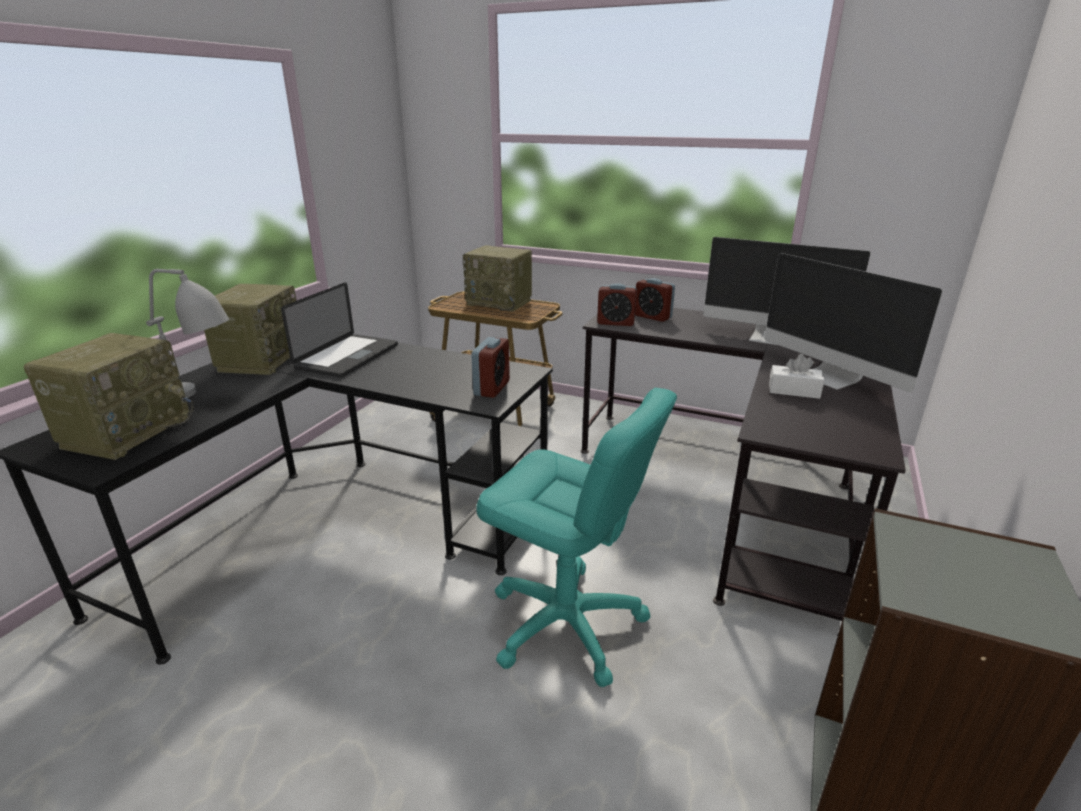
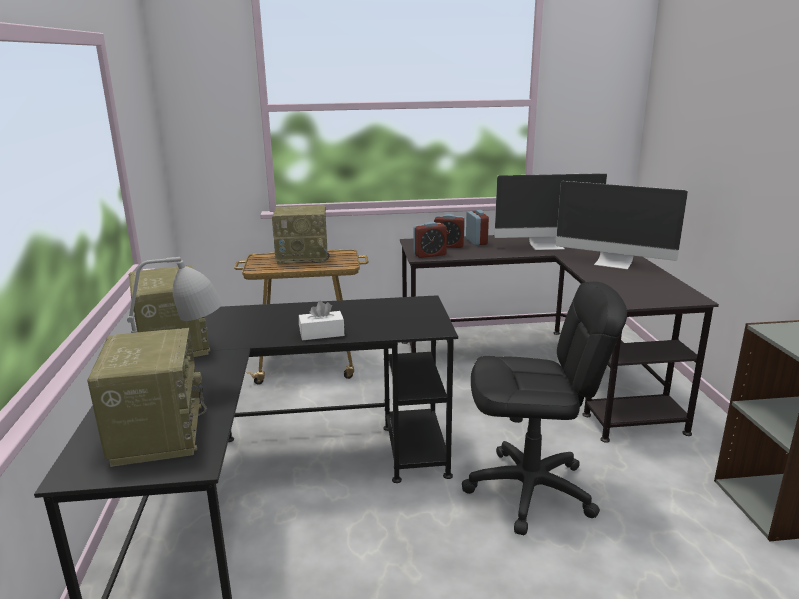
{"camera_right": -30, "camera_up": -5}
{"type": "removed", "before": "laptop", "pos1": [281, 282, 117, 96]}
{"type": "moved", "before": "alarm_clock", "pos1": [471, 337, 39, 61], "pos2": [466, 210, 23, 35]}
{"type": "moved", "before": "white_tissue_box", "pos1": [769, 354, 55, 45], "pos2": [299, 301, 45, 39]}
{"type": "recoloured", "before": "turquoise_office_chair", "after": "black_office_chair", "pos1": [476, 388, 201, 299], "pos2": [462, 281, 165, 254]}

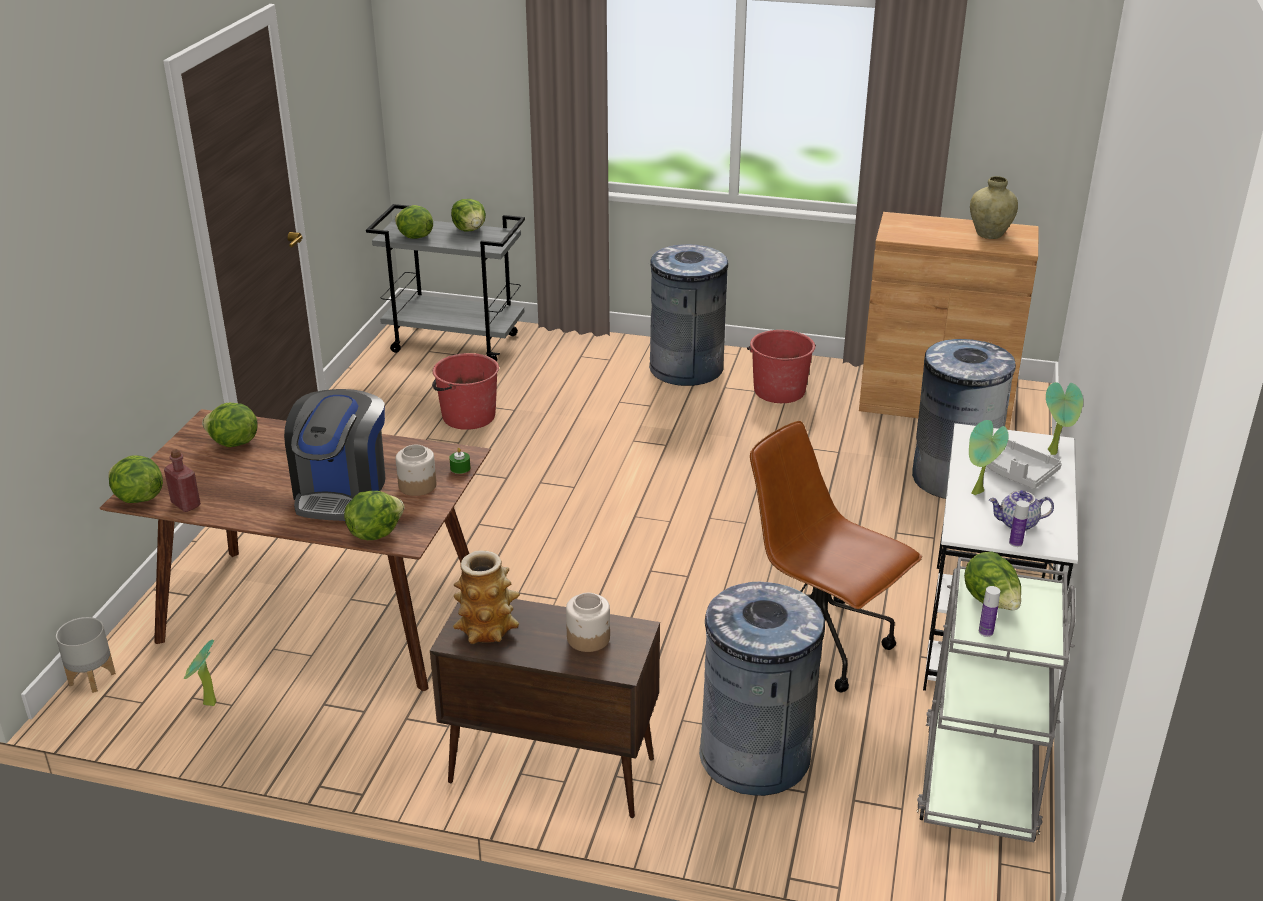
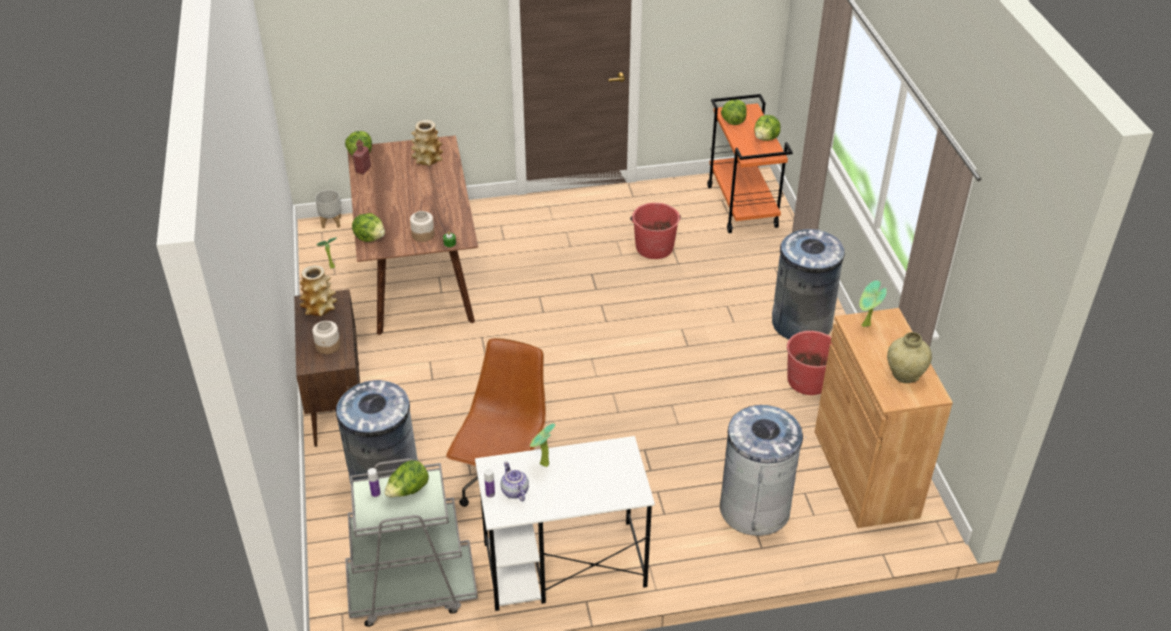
{"camera_right": 65, "camera_up": 10}
{"type": "removed", "before": "coffee_machine", "pos1": [284, 389, 101, 132]}
{"type": "removed", "before": "grey_tray", "pos1": [986, 439, 76, 50]}
{"type": "moved", "before": "potted_plant", "pos1": [1046, 382, 37, 73], "pos2": [859, 280, 28, 47]}
{"type": "replaced", "before": "lettuce", "after": "vase", "pos1": [202, 403, 56, 44], "pos2": [411, 120, 32, 46]}
{"type": "recoloured", "before": "grey_cart", "after": "orange_cart", "pos1": [366, 204, 159, 158], "pos2": [707, 94, 86, 139]}

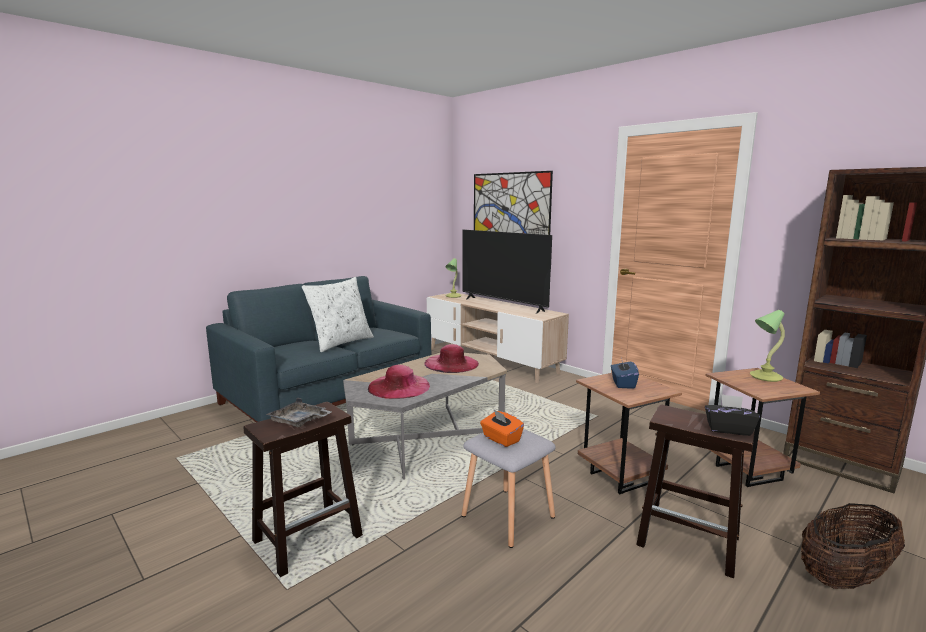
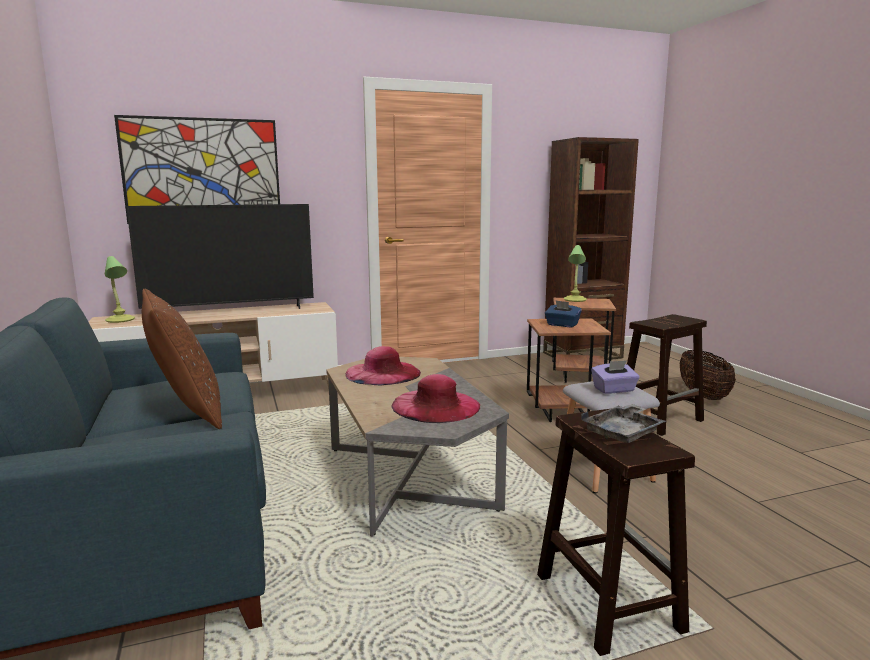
{"camera_right": -65, "camera_up": 0}
{"type": "removed", "before": "black_tissue_box", "pos1": [705, 394, 55, 42]}
{"type": "recoloured", "before": "white_pillow", "after": "brown_pillow", "pos1": [302, 277, 72, 75], "pos2": [142, 288, 80, 141]}
{"type": "recoloured", "before": "orange_tissue_box", "after": "purple_tissue_box", "pos1": [480, 410, 44, 37], "pos2": [591, 360, 49, 34]}

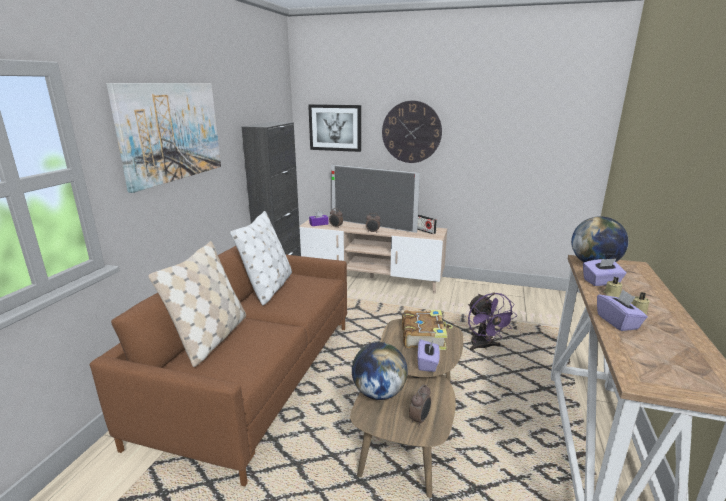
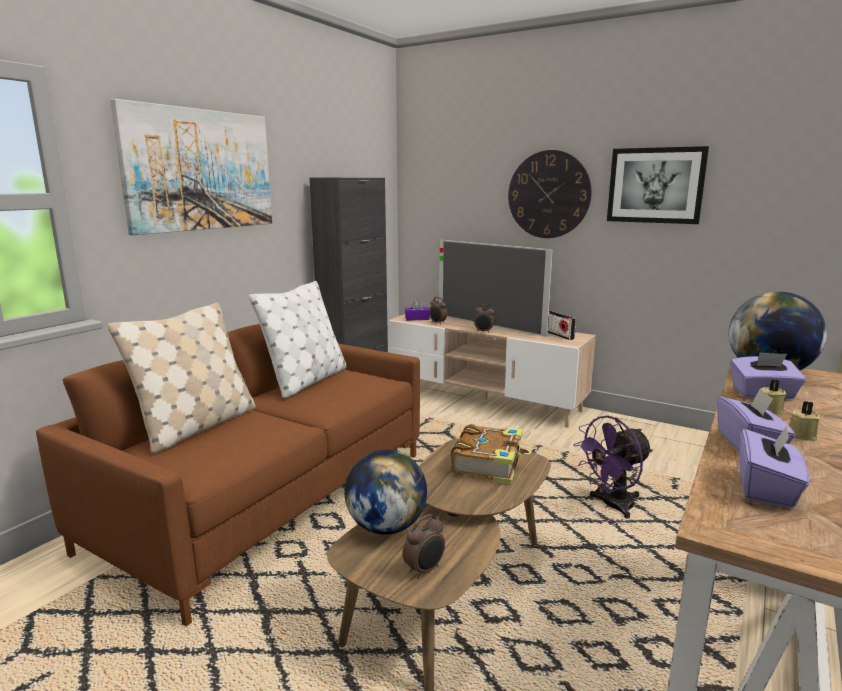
{"camera_right": 15, "camera_up": -5}
{"type": "moved", "before": "picture", "pos1": [308, 104, 53, 48], "pos2": [607, 146, 102, 78]}
{"type": "moved", "before": "purple_tissue_box", "pos1": [417, 339, 23, 33], "pos2": [739, 426, 70, 82]}
{"type": "turned", "before": "purple_fan", "pos1": [468, 293, 50, 58], "pos2": [574, 416, 79, 103], "turn": 60}

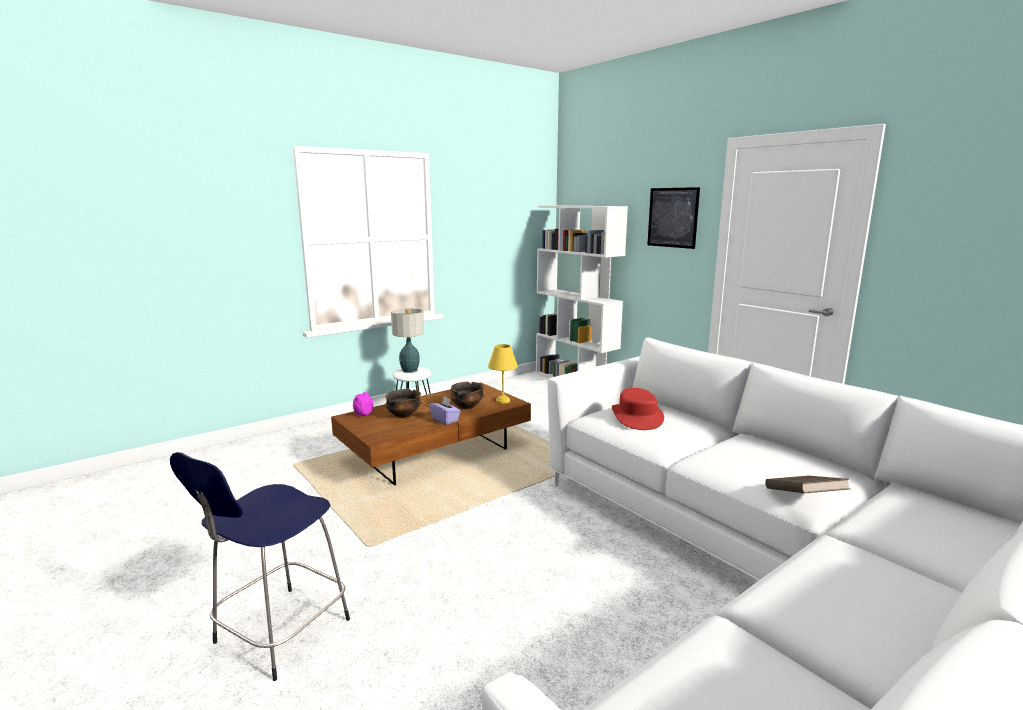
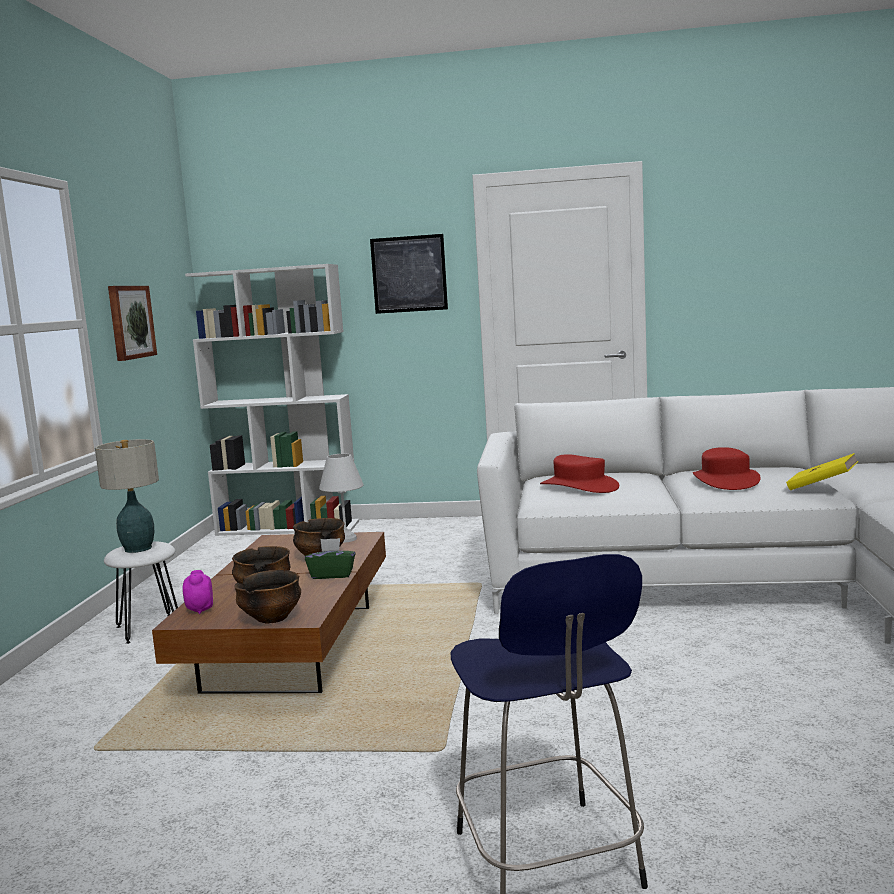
{"camera_right": -45, "camera_up": -5}
{"type": "added", "after": "picture", "pos2": [108, 286, 49, 75]}
{"type": "added", "after": "bowl", "pos2": [235, 570, 66, 54]}
{"type": "added", "after": "red_hat", "pos2": [693, 447, 68, 43]}
{"type": "recoloured", "before": "purple_tissue_box", "after": "green_tissue_box", "pos1": [429, 397, 32, 28], "pos2": [305, 538, 51, 41]}
{"type": "recoloured", "before": "yellow_table_lamp", "after": "white_table_lamp", "pos1": [488, 344, 30, 59], "pos2": [319, 454, 45, 89]}
{"type": "recoloured", "before": "brown_book", "after": "yellow_book", "pos1": [765, 476, 85, 17], "pos2": [786, 453, 73, 37]}

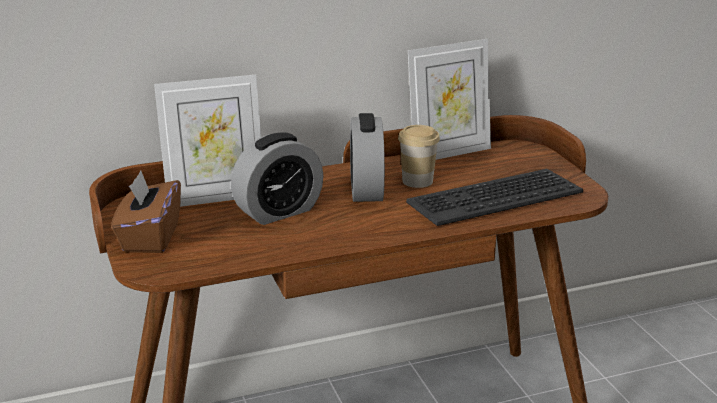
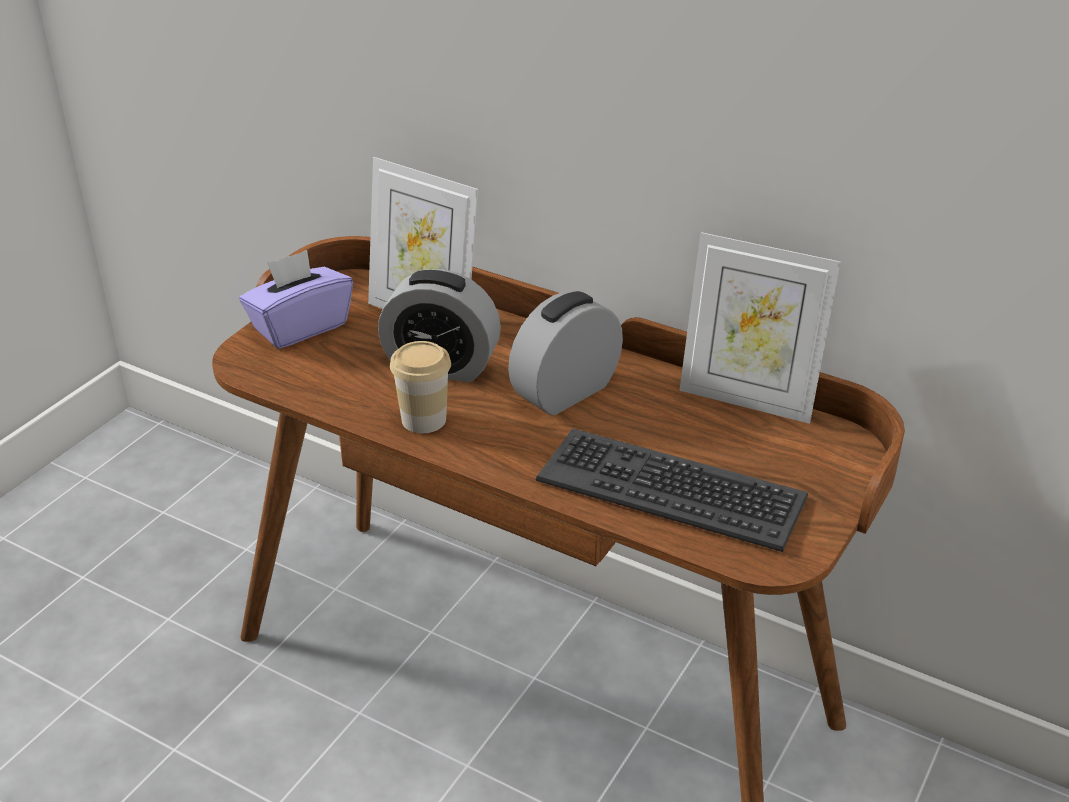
{"camera_right": 50, "camera_up": 10}
{"type": "moved", "before": "cup", "pos1": [398, 125, 42, 63], "pos2": [390, 341, 61, 92]}
{"type": "recoloured", "before": "brown_tissue_box", "after": "purple_tissue_box", "pos1": [111, 171, 70, 82], "pos2": [239, 250, 114, 99]}

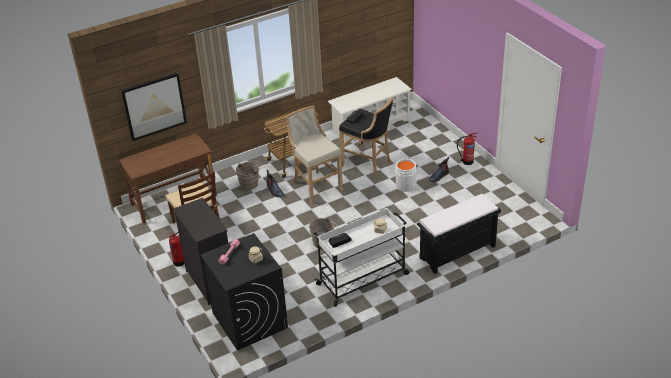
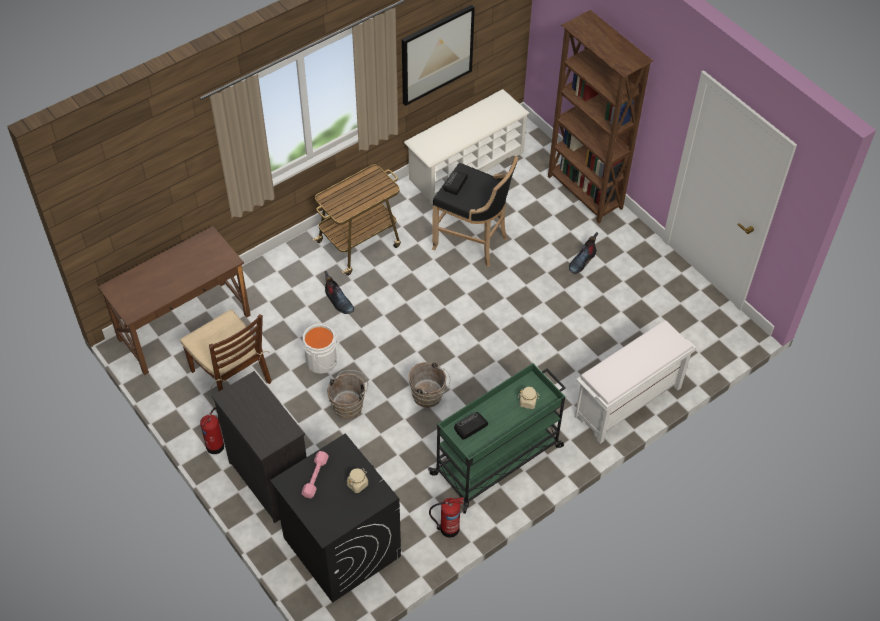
{"camera_right": -10, "camera_up": 15}
{"type": "removed", "before": "beige_stool", "pos1": [286, 106, 57, 98]}
{"type": "added", "after": "brown_bookcase", "pos2": [548, 10, 105, 214]}
{"type": "moved", "before": "picture", "pos1": [121, 73, 66, 68], "pos2": [402, 5, 73, 101]}
{"type": "moved", "before": "brown_bucket", "pos1": [236, 160, 25, 30], "pos2": [327, 370, 41, 49]}
{"type": "moved", "before": "white_bucket", "pos1": [395, 159, 23, 33], "pos2": [303, 324, 37, 50]}
{"type": "moved", "before": "fire_extinguisher", "pos1": [457, 133, 20, 32], "pos2": [429, 497, 35, 41]}
{"type": "recoloured", "before": "white_cart", "after": "green_cart", "pos1": [315, 208, 94, 99], "pos2": [428, 363, 138, 151]}
{"type": "recoloured", "before": "black_bench", "after": "white_bench", "pos1": [417, 194, 84, 80], "pos2": [574, 320, 122, 124]}

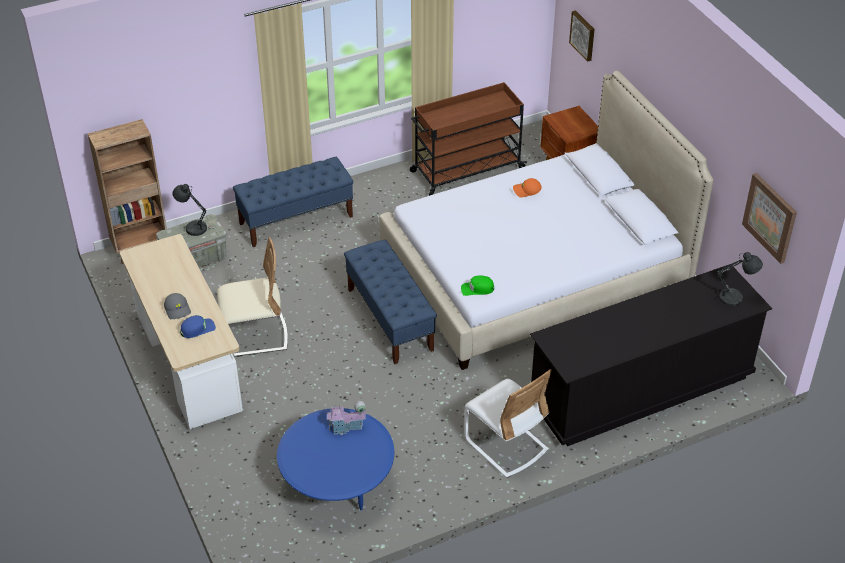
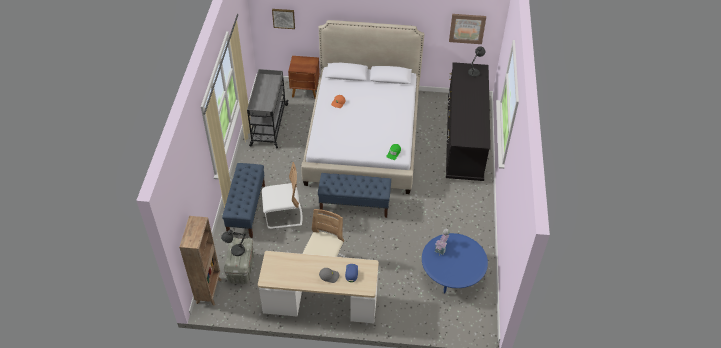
{"camera_right": -60, "camera_up": 5}
{"type": "moved", "before": "white_chair", "pos1": [465, 369, 86, 109], "pos2": [262, 162, 41, 67]}
{"type": "recoloured", "before": "brown_cart", "after": "grey_cart", "pos1": [410, 82, 117, 114], "pos2": [247, 69, 42, 79]}

